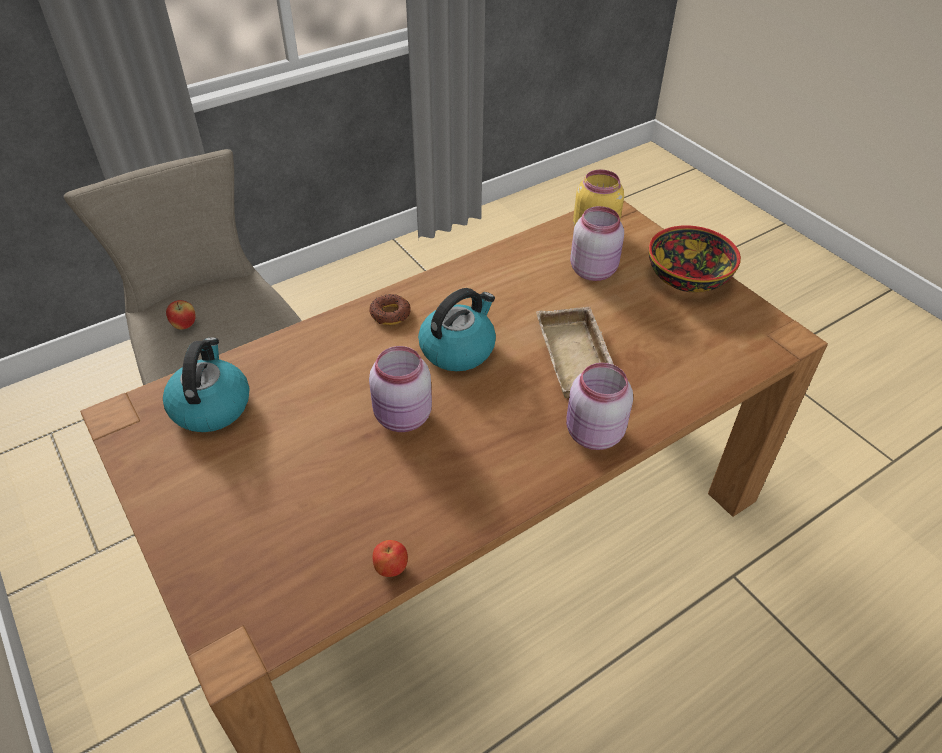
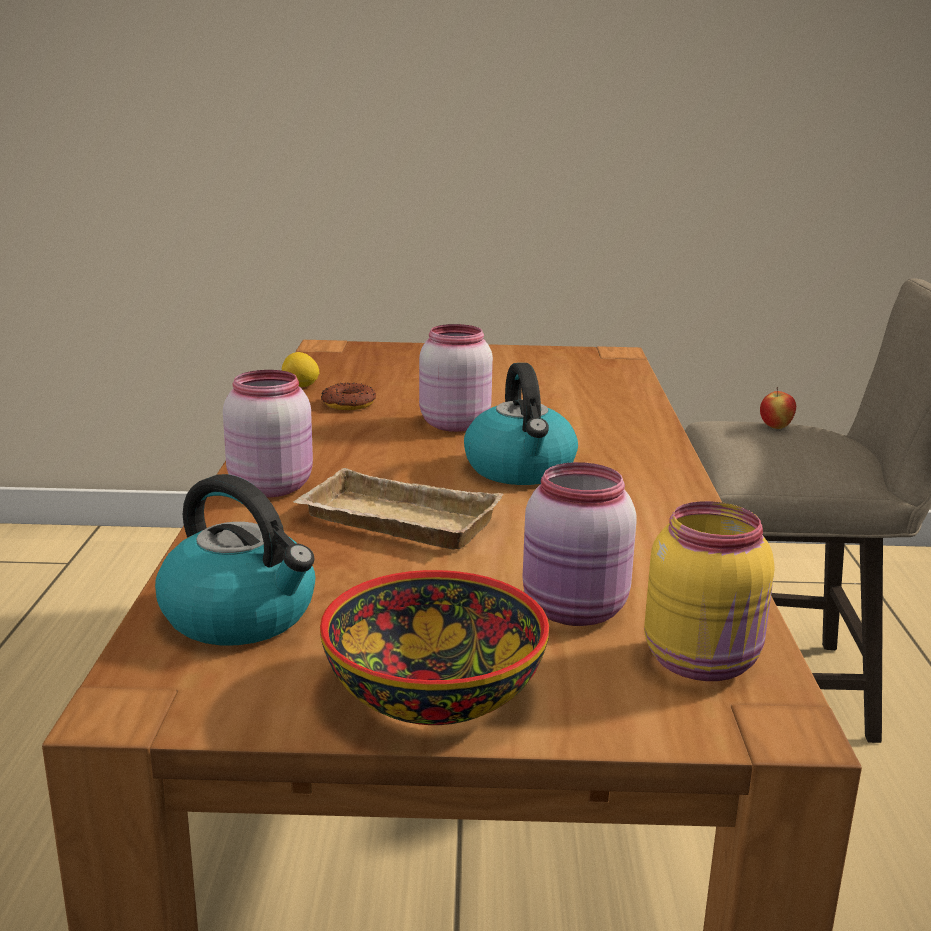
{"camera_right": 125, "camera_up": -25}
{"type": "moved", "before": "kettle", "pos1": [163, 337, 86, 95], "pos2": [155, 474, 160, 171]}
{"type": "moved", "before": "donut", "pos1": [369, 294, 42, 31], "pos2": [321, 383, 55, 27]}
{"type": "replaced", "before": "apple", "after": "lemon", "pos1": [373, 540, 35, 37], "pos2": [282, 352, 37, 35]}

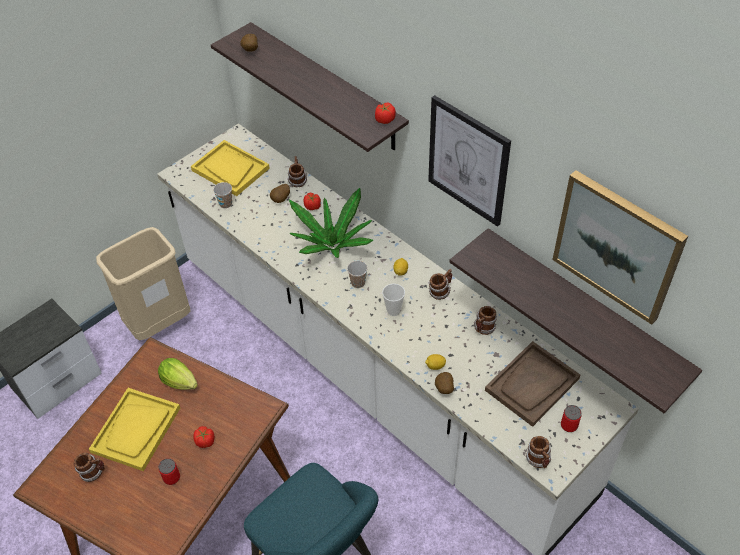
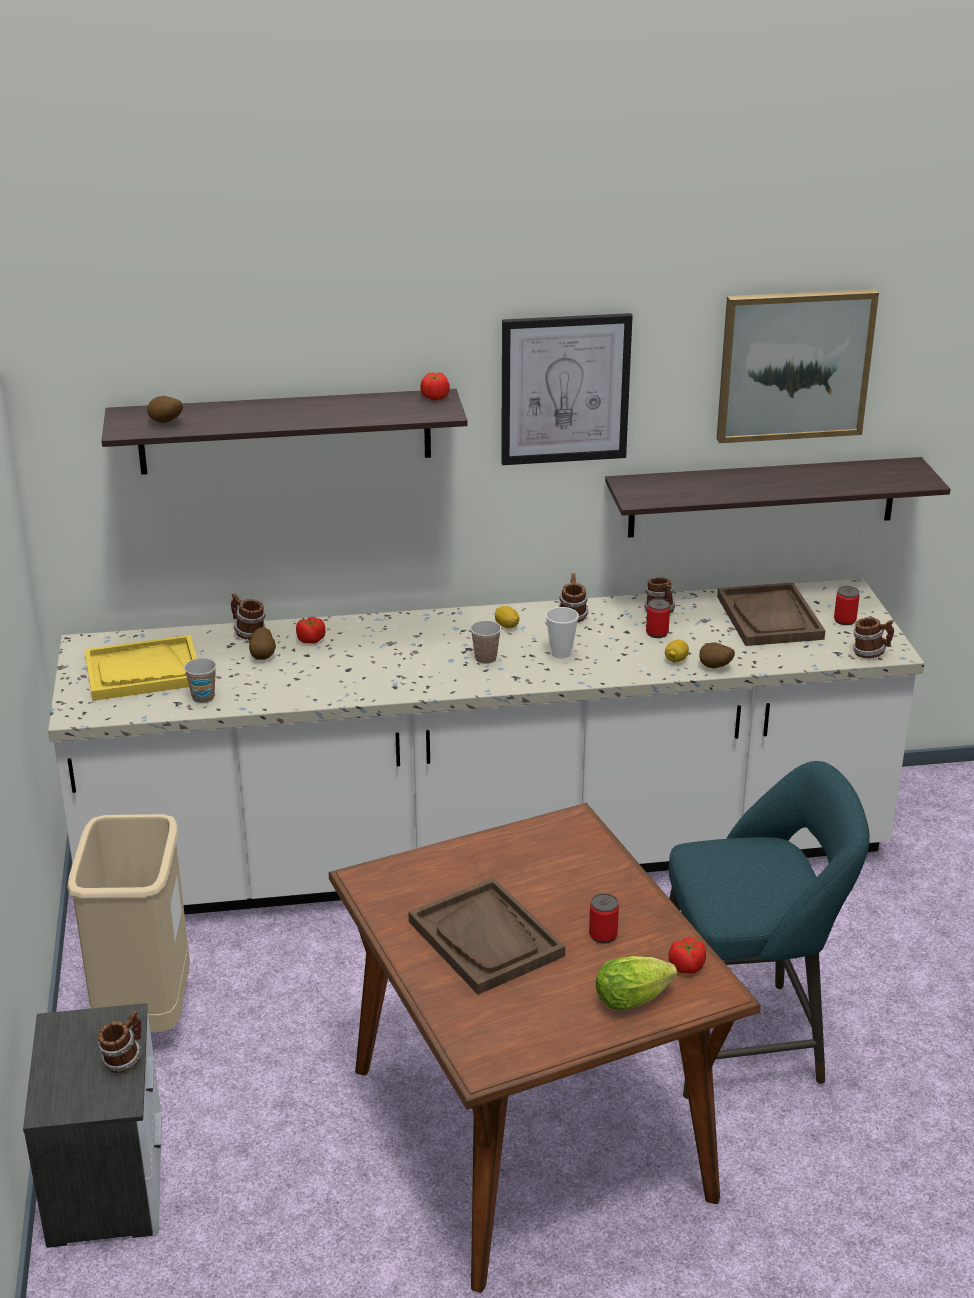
{"camera_right": -55, "camera_up": -20}
{"type": "removed", "before": "potted_plant", "pos1": [289, 188, 84, 70]}
{"type": "added", "after": "can", "pos2": [646, 599, 24, 39]}
{"type": "moved", "before": "mug", "pos1": [74, 453, 31, 29], "pos2": [97, 1010, 44, 63]}
{"type": "moved", "before": "lettuce", "pos1": [158, 358, 40, 32], "pos2": [596, 956, 81, 54]}
{"type": "moved", "before": "tomato", "pos1": [193, 426, 22, 22], "pos2": [669, 937, 37, 37]}
{"type": "recoloured", "before": "yellow_tray", "after": "brown_tray", "pos1": [89, 388, 91, 83], "pos2": [408, 878, 157, 117]}

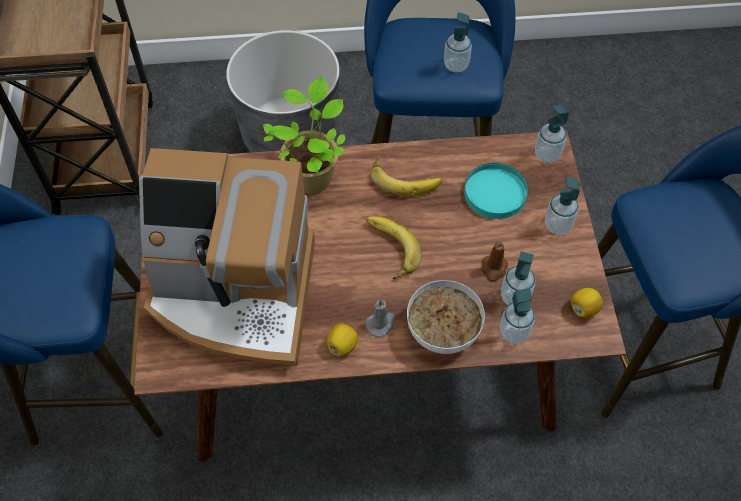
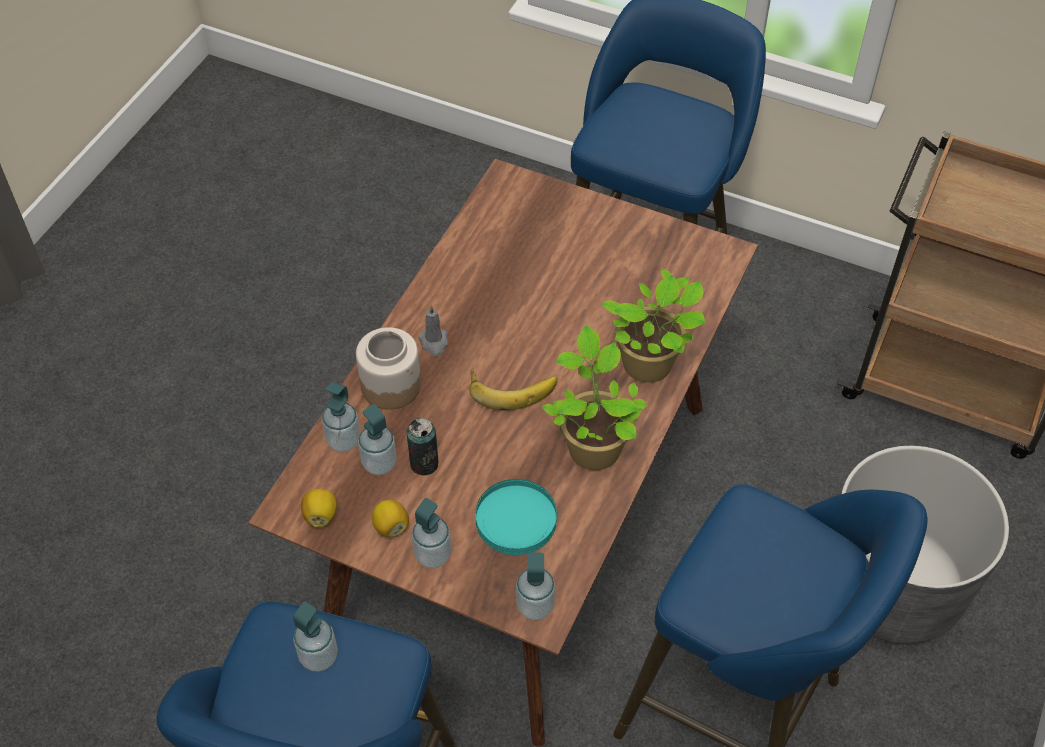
{"camera_right": 120, "camera_up": -5}
{"type": "removed", "before": "coffee_machine", "pos1": [139, 148, 176, 217]}
{"type": "moved", "before": "lemon", "pos1": [326, 323, 32, 33], "pos2": [372, 500, 37, 37]}
{"type": "moved", "before": "soap_dispenser", "pos1": [444, 12, 28, 60], "pos2": [293, 602, 45, 70]}
{"type": "replaced", "before": "banana", "after": "potted_plant", "pos1": [370, 155, 72, 42], "pos2": [542, 325, 105, 145]}
{"type": "replaced", "before": "bowl", "after": "jar", "pos1": [407, 280, 78, 74], "pos2": [356, 327, 65, 83]}
{"type": "replaced", "before": "brown_candle", "after": "can", "pos1": [482, 240, 26, 42], "pos2": [406, 418, 32, 58]}

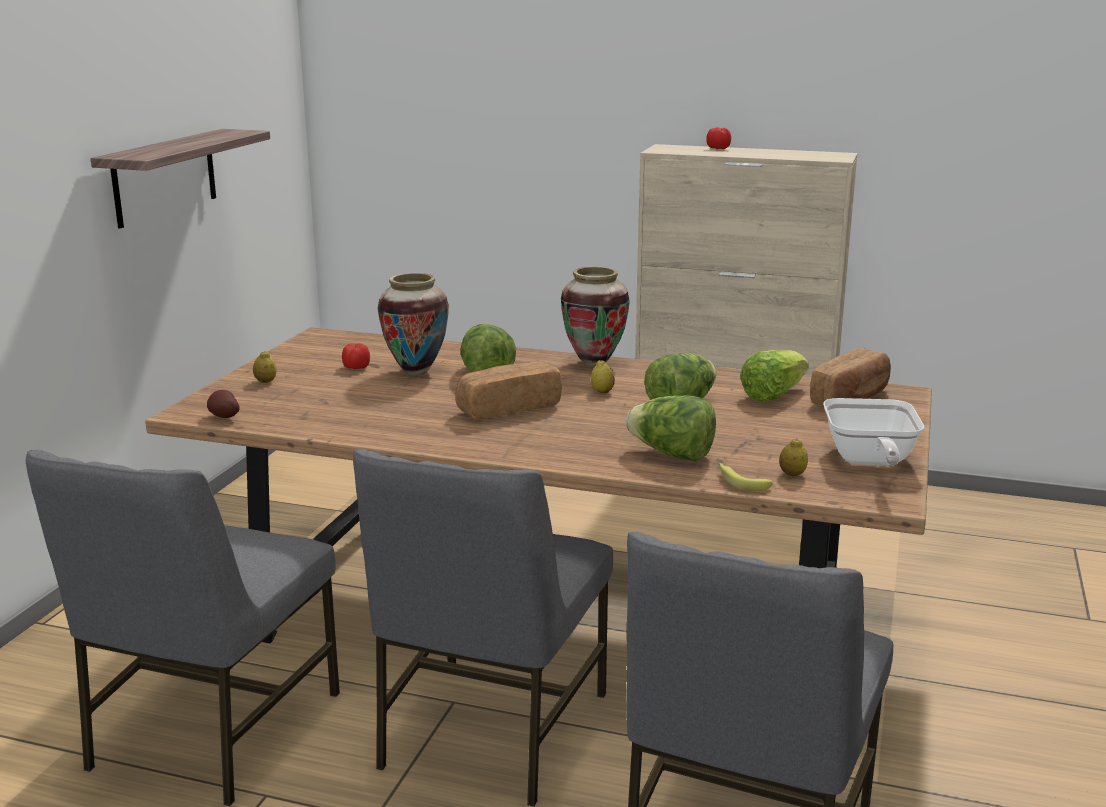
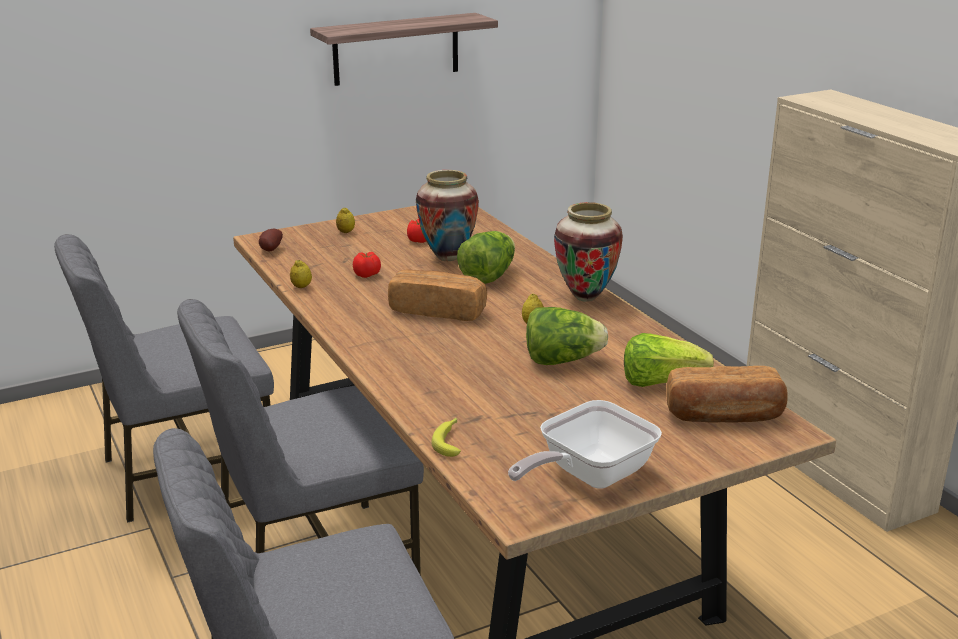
{"camera_right": 45, "camera_up": 5}
{"type": "removed", "before": "lettuce", "pos1": [626, 395, 90, 67]}
{"type": "moved", "before": "tomato", "pos1": [706, 127, 25, 22], "pos2": [353, 252, 28, 26]}
{"type": "moved", "before": "lemon", "pos1": [779, 438, 29, 38], "pos2": [290, 260, 22, 28]}

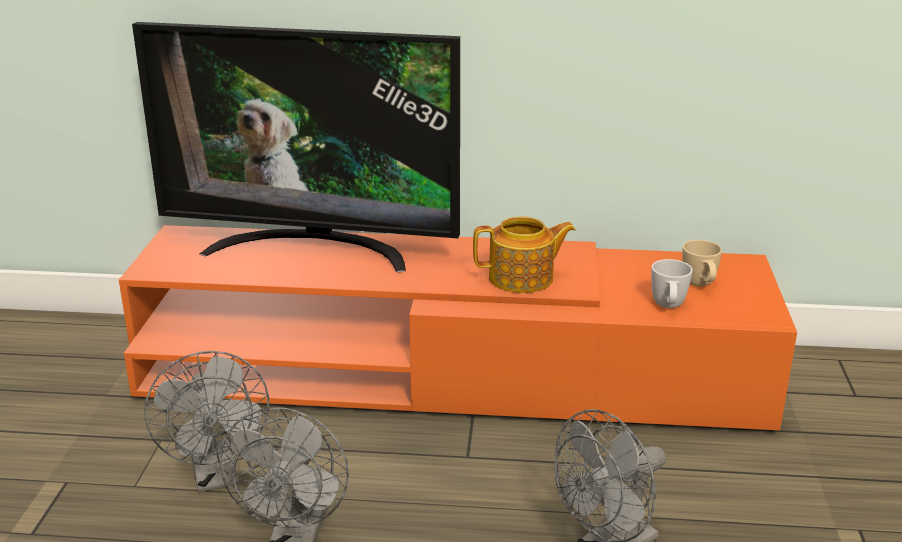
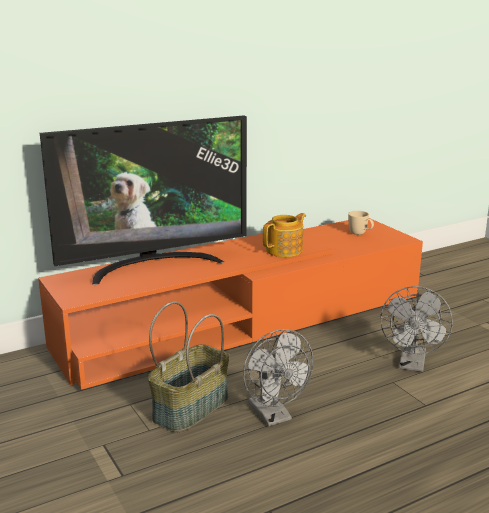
{"camera_right": -35, "camera_up": -5}
{"type": "removed", "before": "white_mug", "pos1": [651, 259, 42, 49]}
{"type": "replaced", "before": "grey_fan", "after": "basket", "pos1": [144, 351, 125, 141], "pos2": [148, 301, 81, 131]}

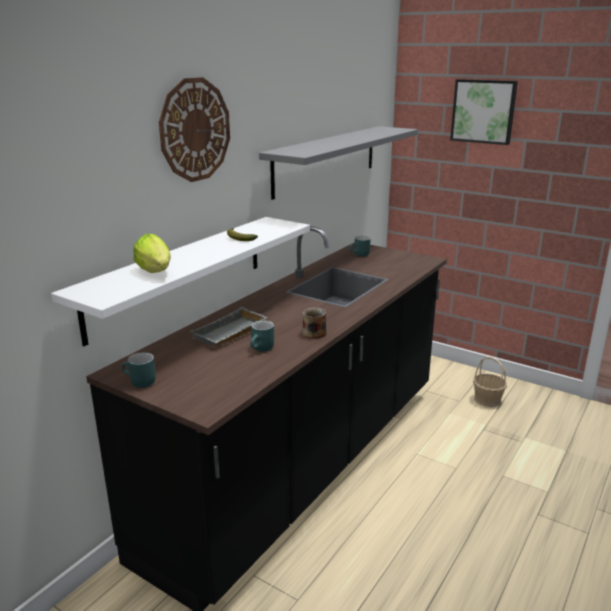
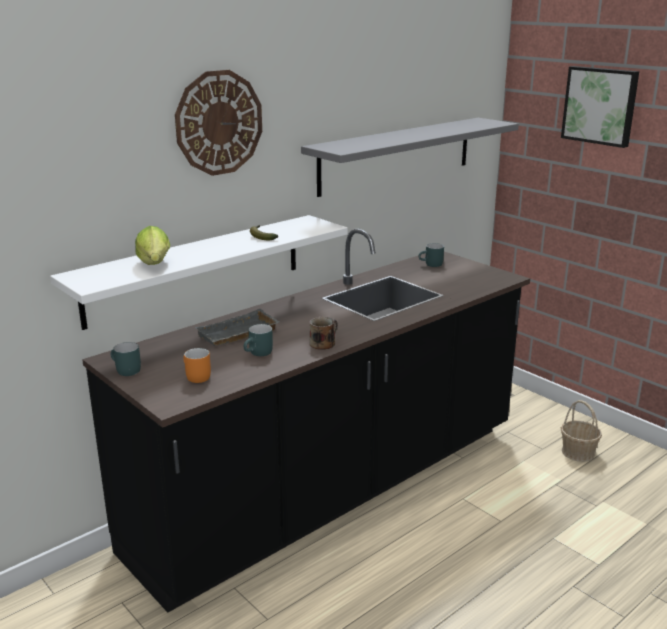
{"camera_right": 15, "camera_up": 0}
{"type": "added", "after": "orange_mug", "pos2": [183, 348, 28, 35]}

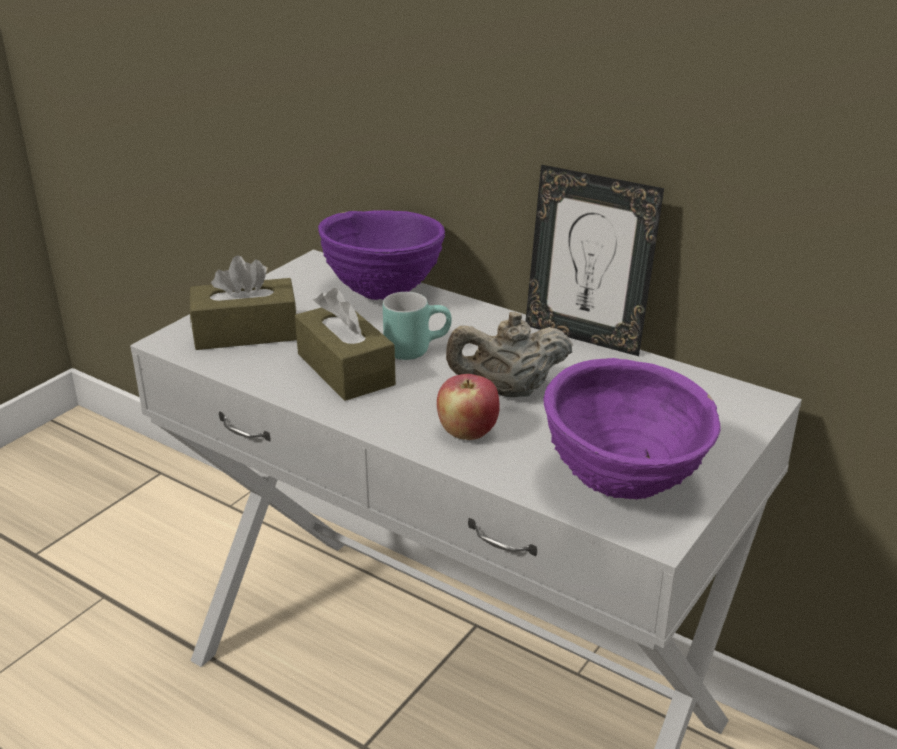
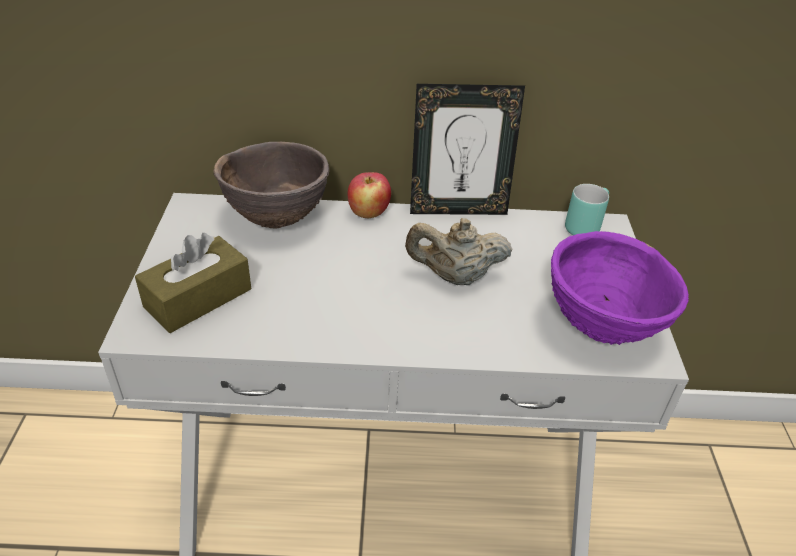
{"camera_right": -35, "camera_up": 10}
{"type": "removed", "before": "brown_tissue_box", "pos1": [295, 288, 101, 113]}
{"type": "moved", "before": "turquoise_mug", "pos1": [383, 292, 69, 68], "pos2": [565, 184, 44, 51]}
{"type": "moved", "before": "apple", "pos1": [437, 374, 63, 66], "pos2": [348, 172, 43, 46]}
{"type": "recoloured", "before": "purple_bowl", "after": "brown_bowl", "pos1": [318, 210, 127, 90], "pos2": [213, 142, 116, 87]}
{"type": "turned", "before": "beige_teapot", "pos1": [446, 312, 127, 85], "pos2": [405, 218, 108, 67], "turn": 45}

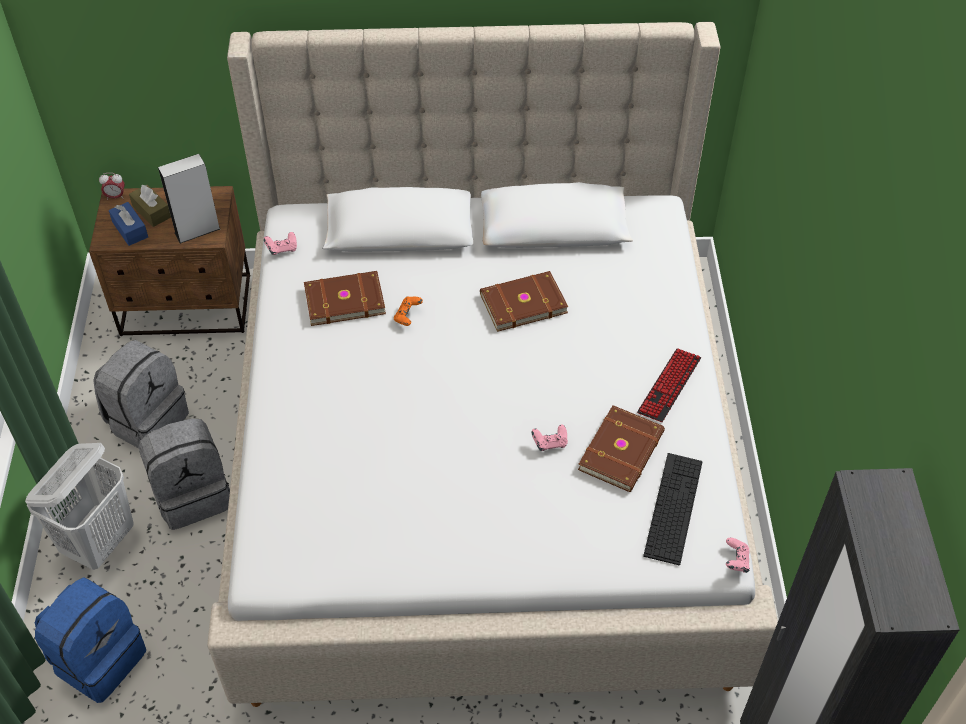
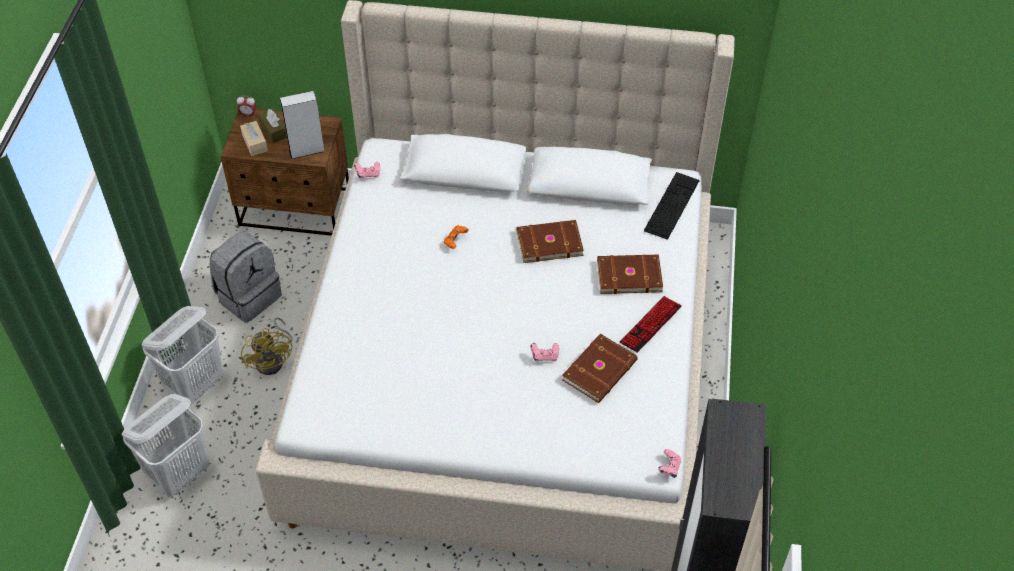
{"camera_right": 10, "camera_up": 0}
{"type": "moved", "before": "brown_book", "pos1": [304, 271, 82, 55], "pos2": [597, 254, 66, 40]}
{"type": "moved", "before": "keyboard", "pos1": [643, 453, 60, 112], "pos2": [644, 172, 56, 68]}
{"type": "replaced", "before": "blue_backpack", "after": "white_laundry_basket", "pos1": [35, 577, 111, 126], "pos2": [122, 394, 87, 103]}
{"type": "replaced", "before": "grey_backpack", "after": "yellow_fan", "pos1": [139, 418, 91, 112], "pos2": [241, 317, 52, 58]}
{"type": "recoloured", "before": "blue_tissue_box", "after": "beige_tissue_box", "pos1": [109, 202, 39, 44], "pos2": [240, 121, 28, 35]}

